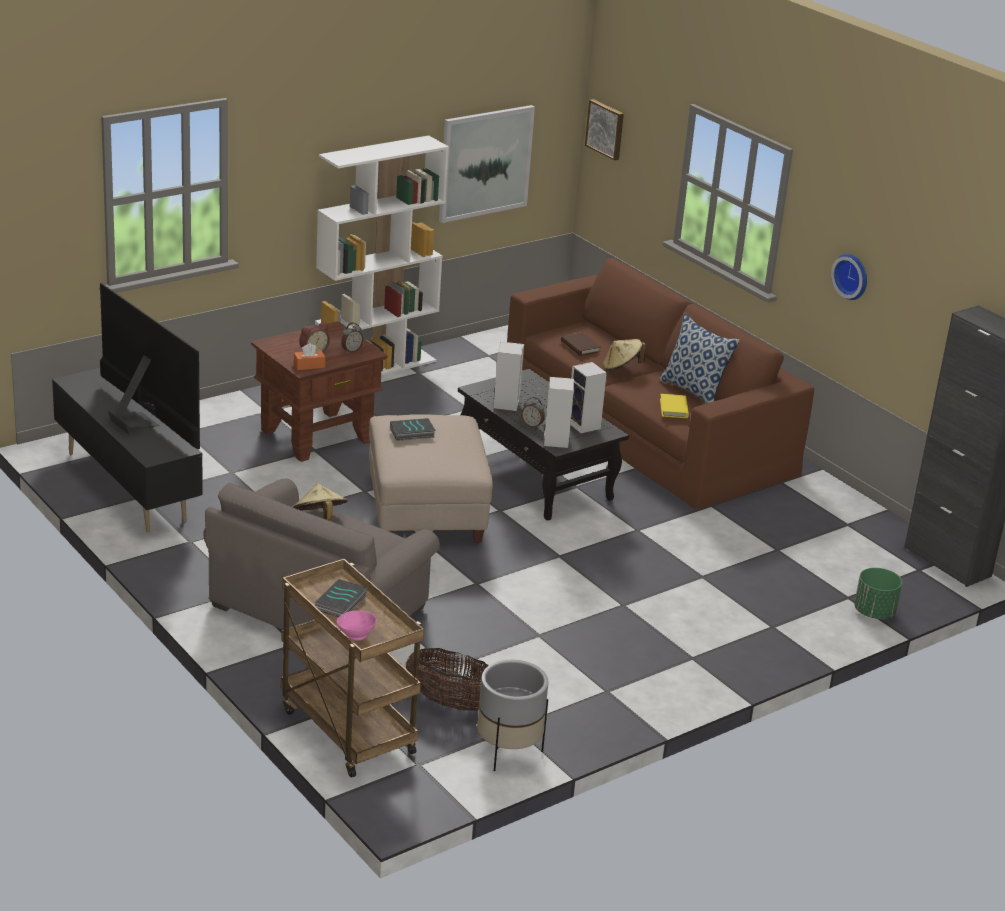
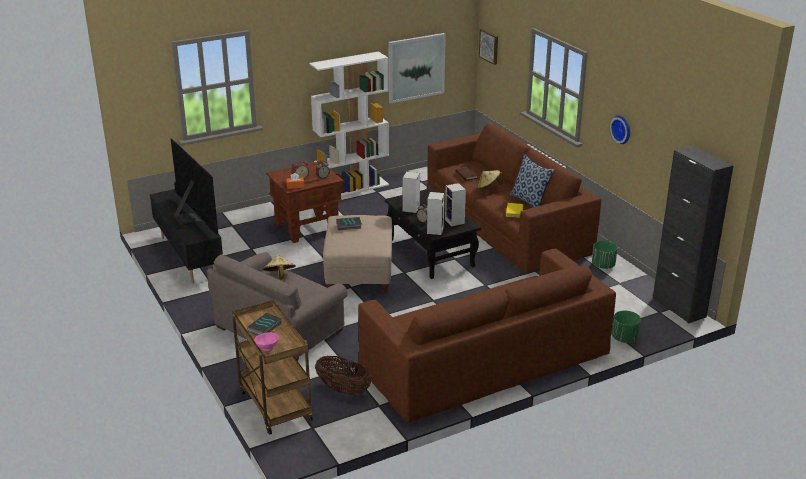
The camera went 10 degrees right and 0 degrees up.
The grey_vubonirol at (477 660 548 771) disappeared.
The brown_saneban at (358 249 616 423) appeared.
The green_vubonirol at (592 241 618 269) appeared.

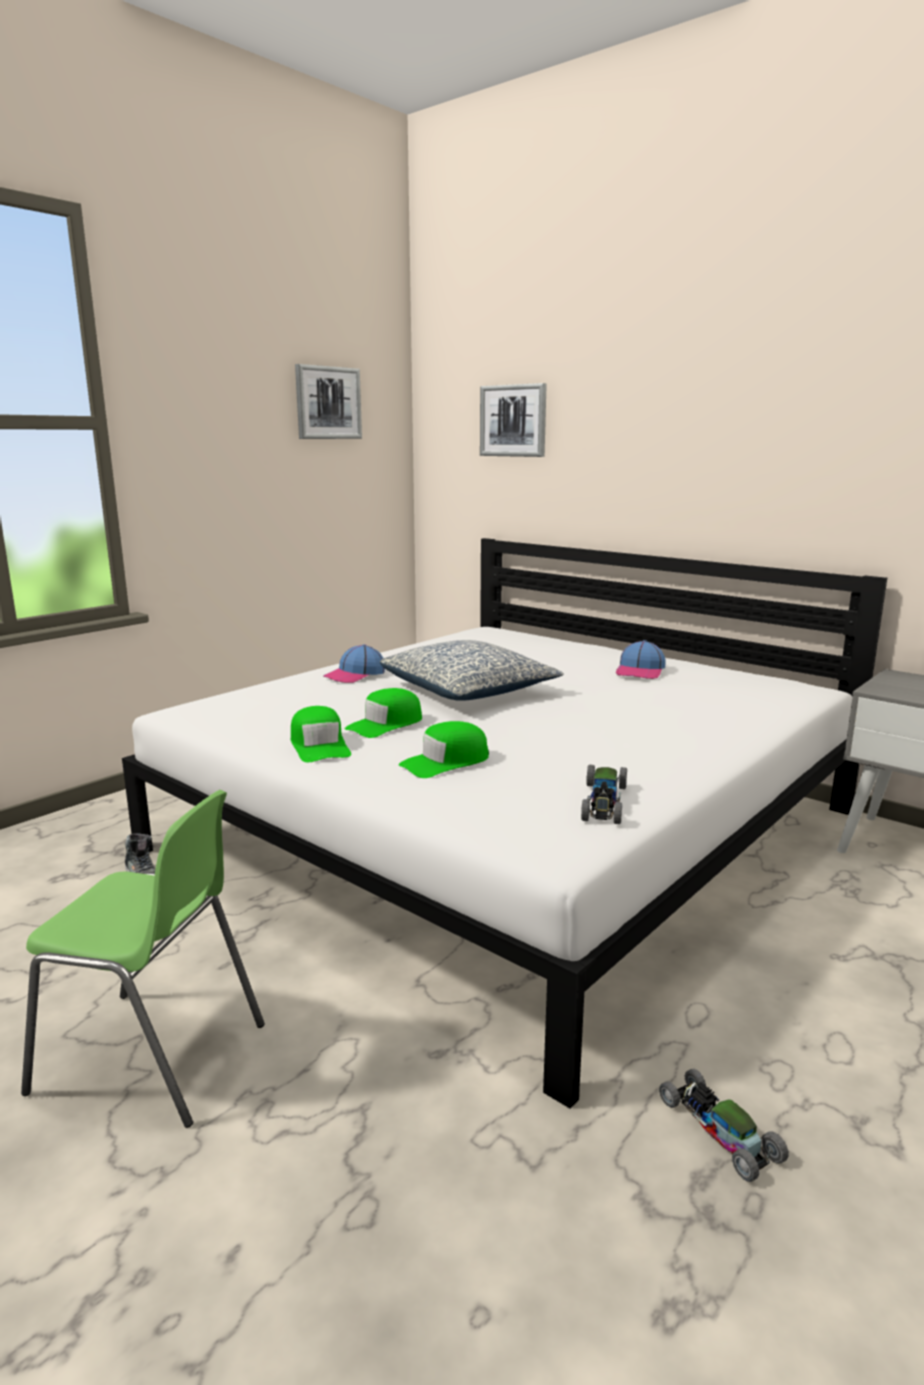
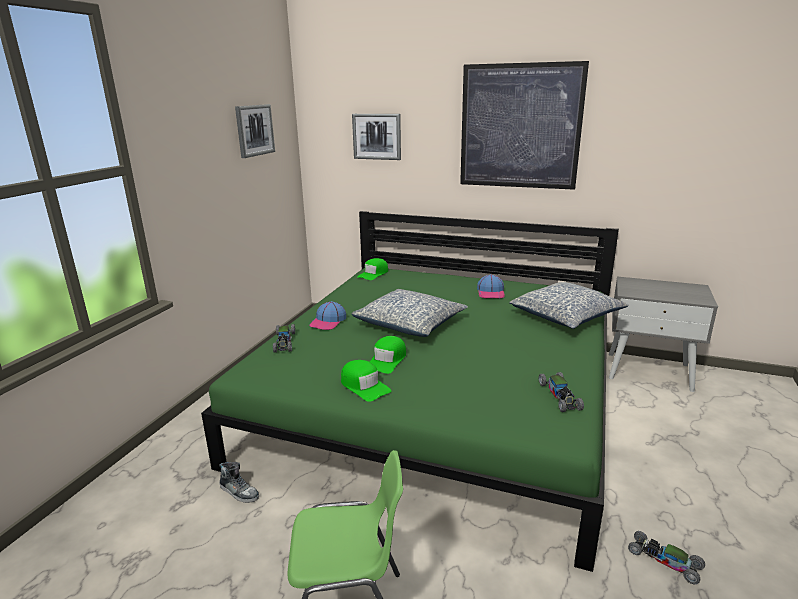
The camera went 20 degrees left and 5 degrees up.
The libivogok at (273 324 295 353) appeared.
The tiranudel at (460 61 589 190) appeared.
The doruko at (509 282 628 329) appeared.
The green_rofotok moved from (399 721 489 778) to (357 258 388 280).
The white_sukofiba at (122 538 887 1109) became the green_sukofiba at (201 211 619 572).

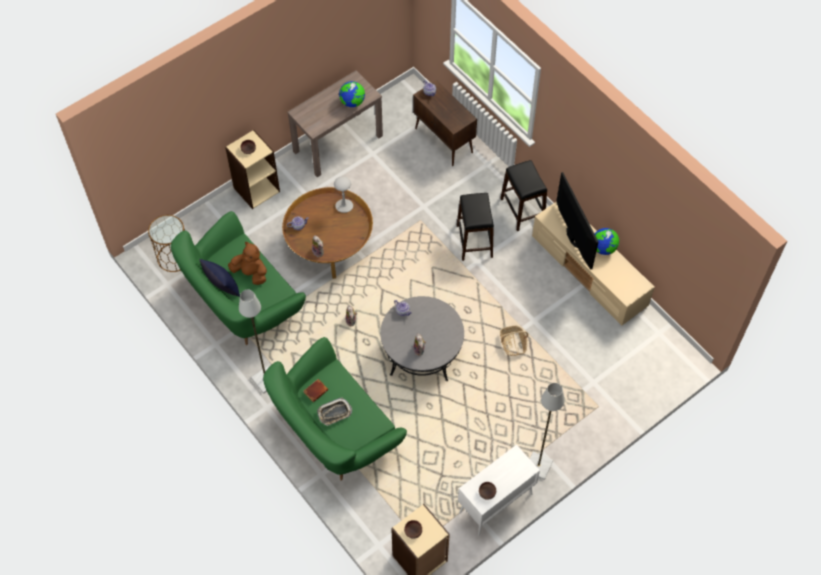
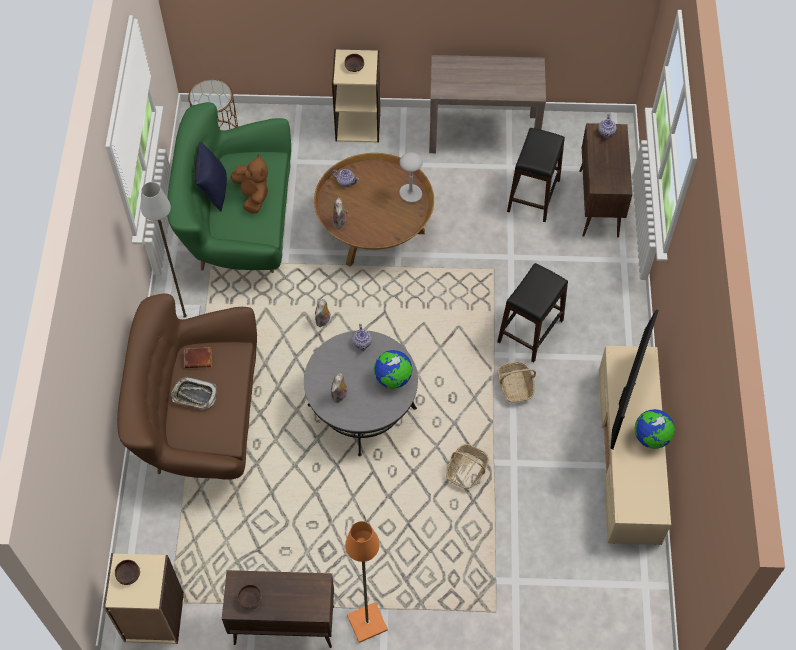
The camera went 40 degrees right and 0 degrees up.
The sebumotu at (498 362 536 403) appeared.
The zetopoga moved from (339 81 365 107) to (374 350 413 389).
The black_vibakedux moved from (500 160 547 231) to (507 128 565 222).
The green_saneban at (263 337 407 481) became the brown_saneban at (117 293 257 479).
The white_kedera at (458 444 540 536) became the brown_kedera at (222 570 334 648).
The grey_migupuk at (530 383 565 480) became the orange_migupuk at (345 521 388 643).

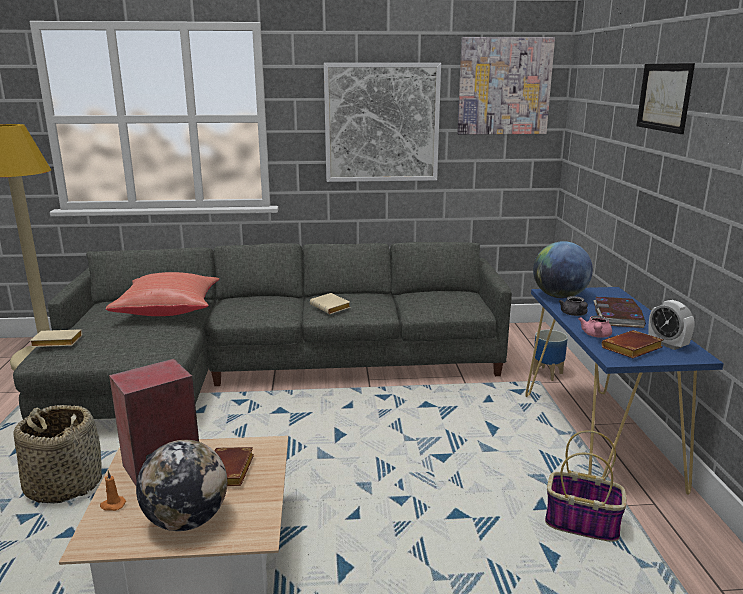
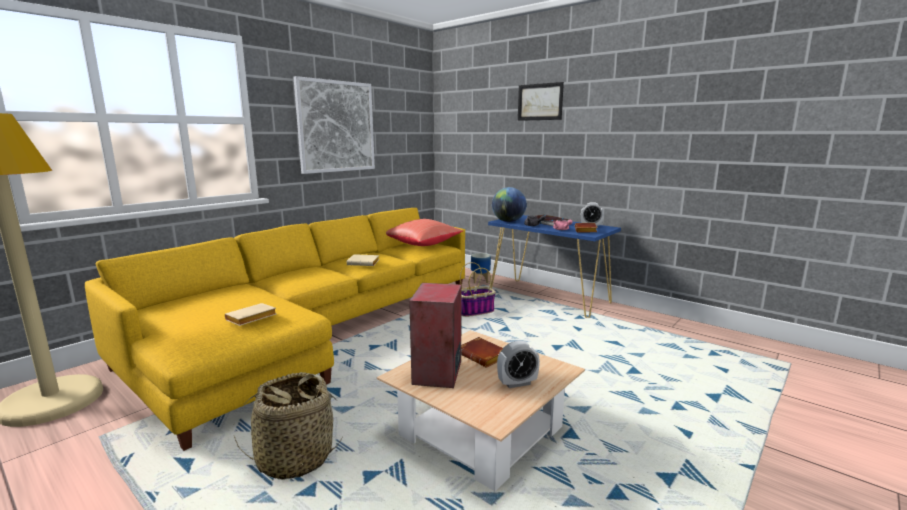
The camera went 45 degrees left and 5 degrees down.
The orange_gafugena at (100 471 126 511) disappeared.
The tiranudel at (457 37 555 135) disappeared.
The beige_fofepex moved from (30 329 82 347) to (225 303 276 326).
The red_doruko moved from (106 272 219 316) to (386 219 463 246).
The sebumotu moved from (545 430 627 542) to (460 262 496 317).
The zetopoga at (136 440 227 531) was replaced by the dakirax at (497 341 540 388).
The grey_saneban at (13 242 512 419) became the yellow_saneban at (85 208 465 451).

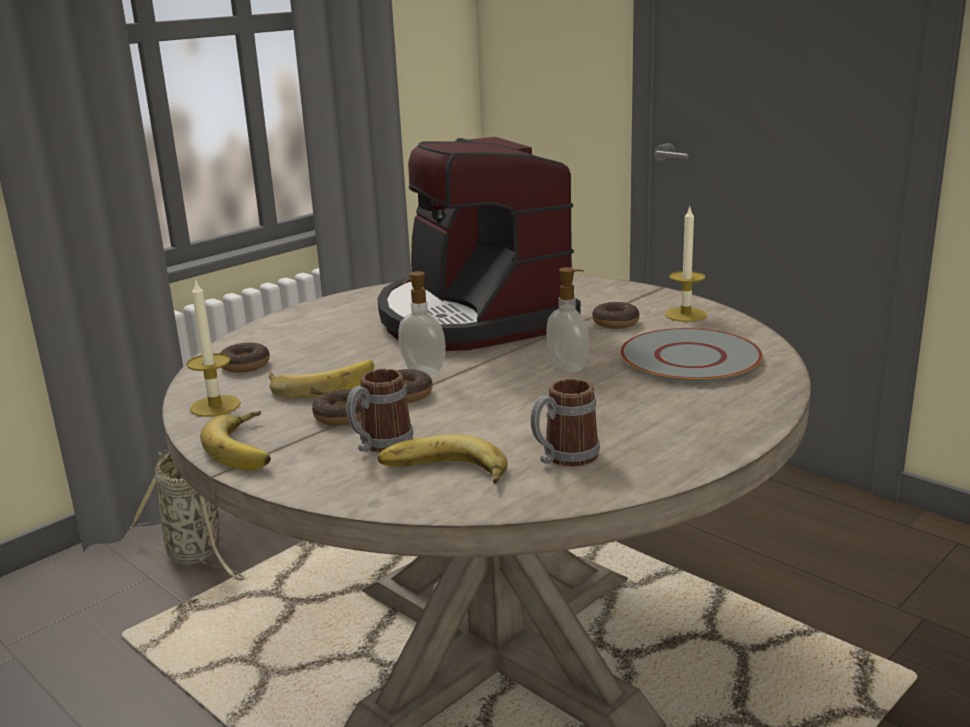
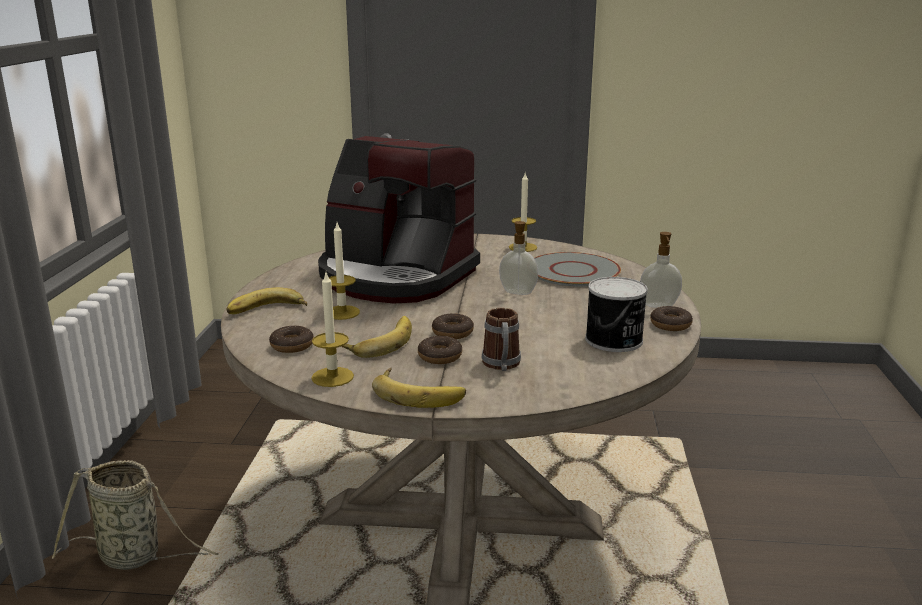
The camera went 40 degrees left and 0 degrees up.
The gafugena at (329 223 360 320) appeared.
The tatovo moved from (378 435 508 484) to (227 287 307 315).
The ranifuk moved from (398 271 446 375) to (640 232 682 308).
The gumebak moved from (592 302 640 329) to (650 306 693 331).
The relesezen at (531 378 600 467) was replaced by the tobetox at (585 277 648 352).

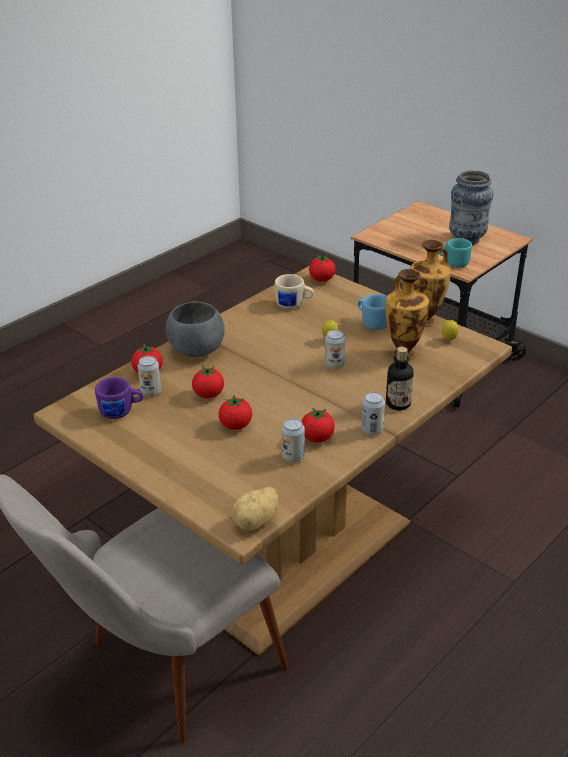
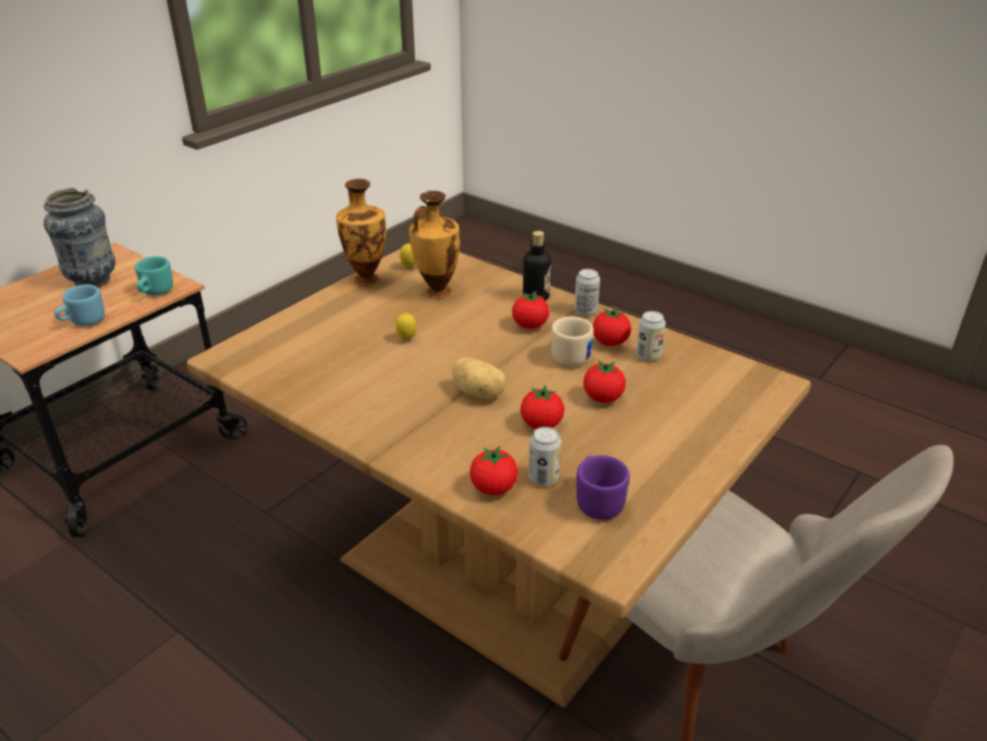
The camera went 95 degrees left and 0 degrees up.
The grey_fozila at (166 301 225 357) disappeared.
The tobetox at (325 330 345 369) disappeared.
The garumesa moved from (232 487 279 531) to (452 358 507 399).
The beige_relesezen moved from (275 274 314 309) to (551 317 593 366).
The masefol moved from (309 255 335 282) to (512 291 549 329).
The blue_relesezen moved from (358 294 388 330) to (54 285 105 326).

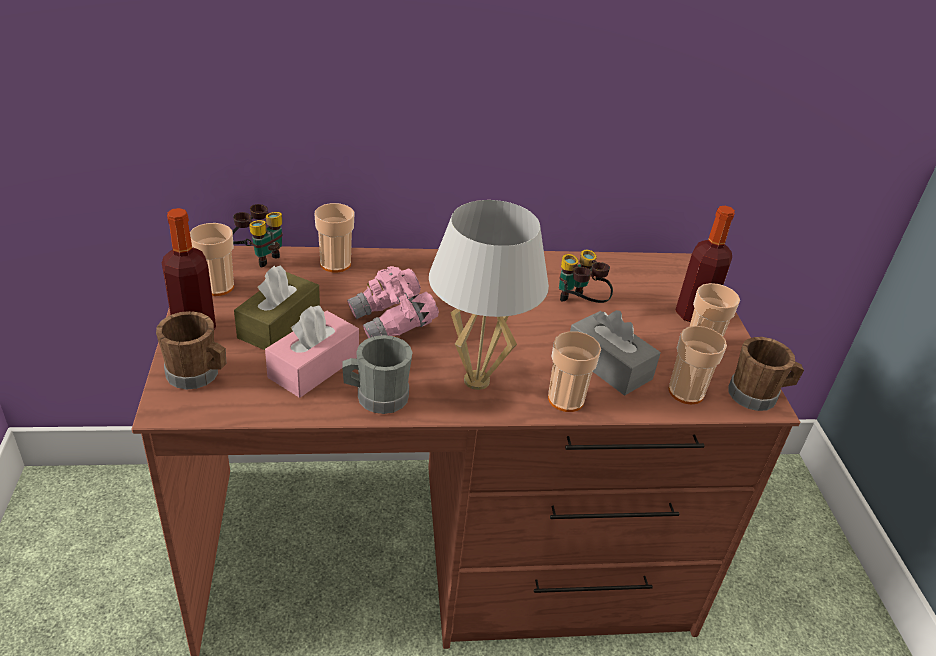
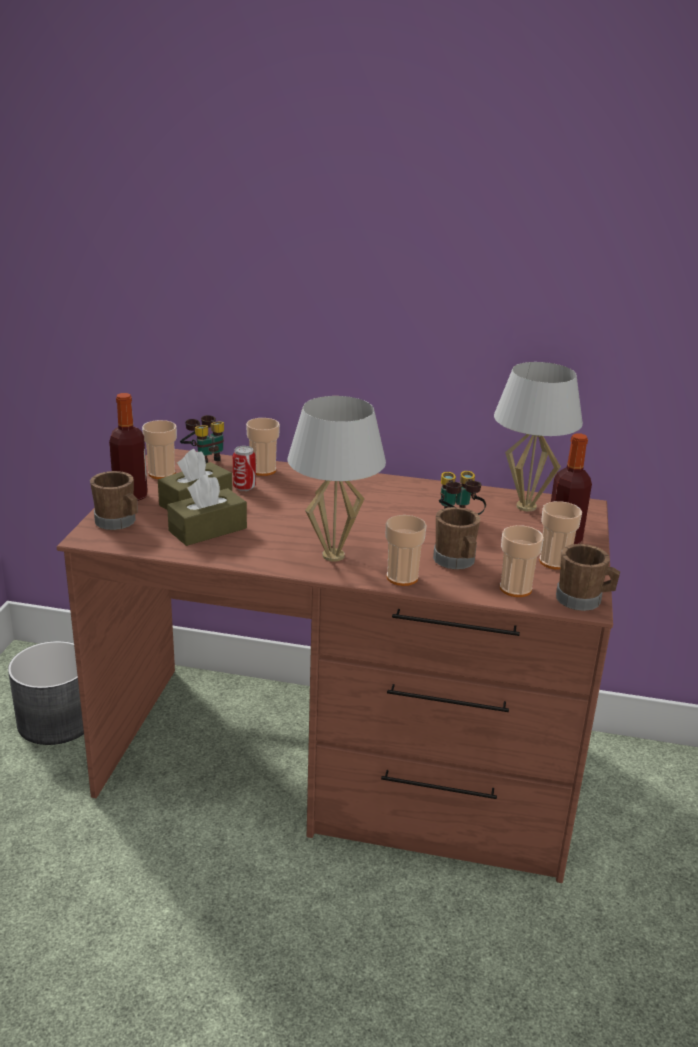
The camera went 20 degrees right and 10 degrees down.
The grey_relesezen at (342 335 413 414) disappeared.
The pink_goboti at (347 266 439 338) disappeared.
The grey_vubonirol at (8 641 84 745) appeared.
The tobetox at (233 446 256 491) appeared.
The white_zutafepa at (494 362 583 511) appeared.
The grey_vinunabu at (570 310 660 395) was replaced by the brown_relesezen at (433 507 481 570).
The pink_vinunabu at (265 306 359 398) became the brown_vinunabu at (167 474 247 546).

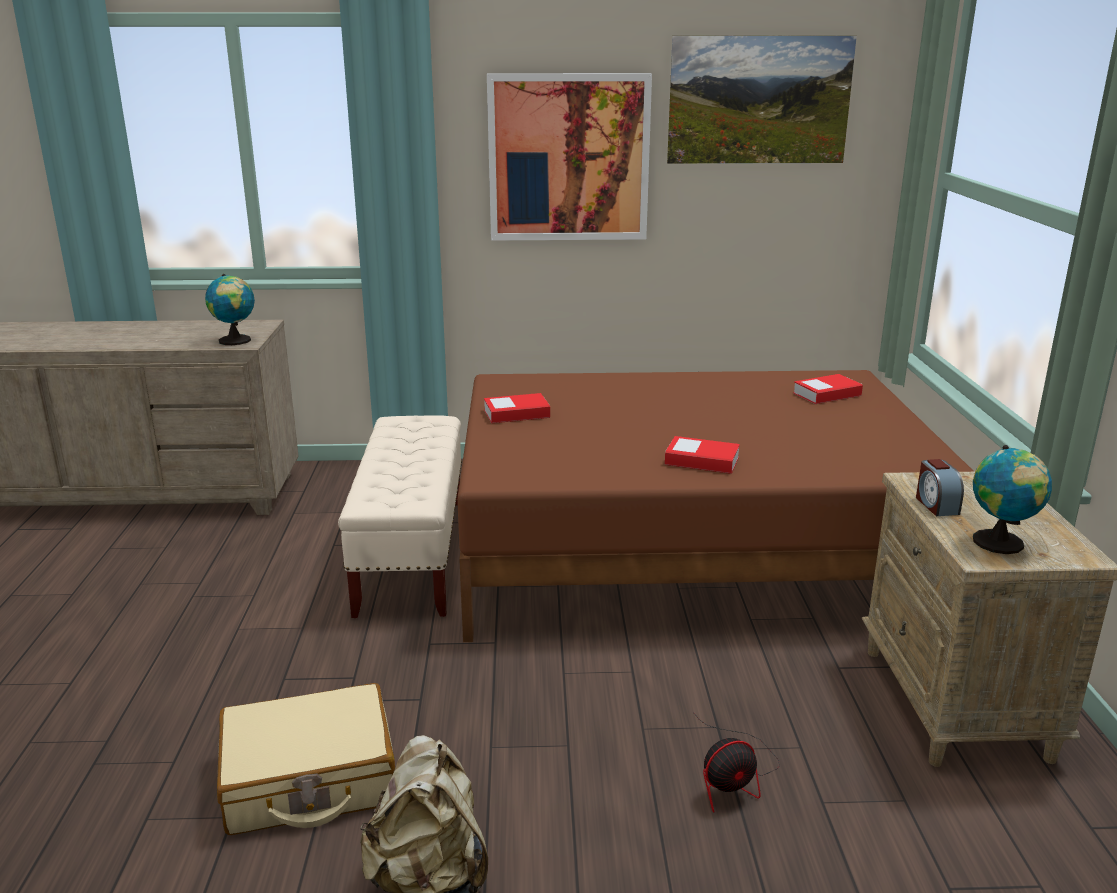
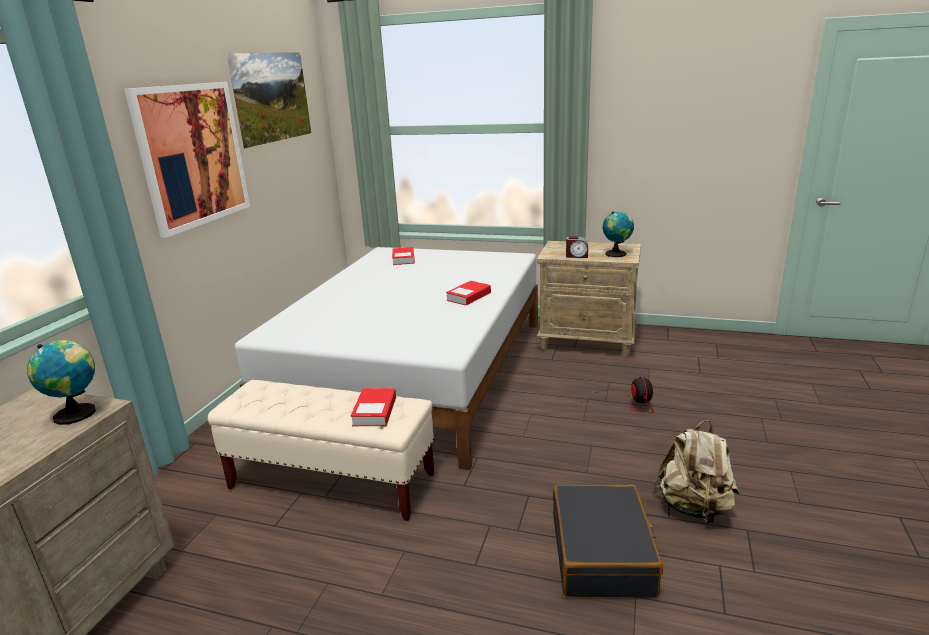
The camera went 70 degrees left and 0 degrees up.
The fofepex moved from (484 393 550 423) to (351 388 396 426).
The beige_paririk at (217 683 395 835) became the black_paririk at (553 485 663 598).
The brown_sukofiba at (457 370 974 642) became the white_sukofiba at (235 247 538 470).

